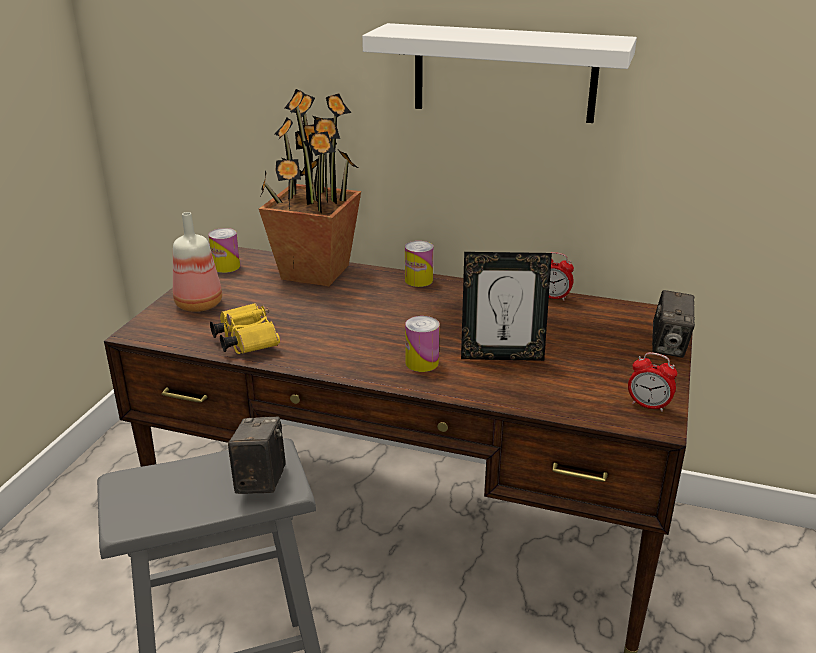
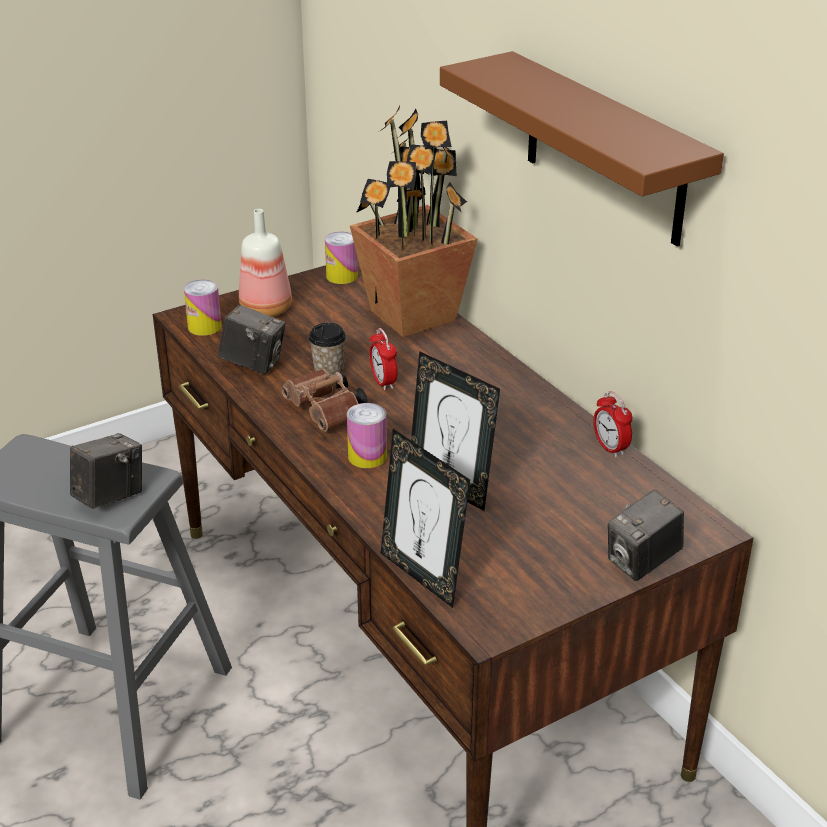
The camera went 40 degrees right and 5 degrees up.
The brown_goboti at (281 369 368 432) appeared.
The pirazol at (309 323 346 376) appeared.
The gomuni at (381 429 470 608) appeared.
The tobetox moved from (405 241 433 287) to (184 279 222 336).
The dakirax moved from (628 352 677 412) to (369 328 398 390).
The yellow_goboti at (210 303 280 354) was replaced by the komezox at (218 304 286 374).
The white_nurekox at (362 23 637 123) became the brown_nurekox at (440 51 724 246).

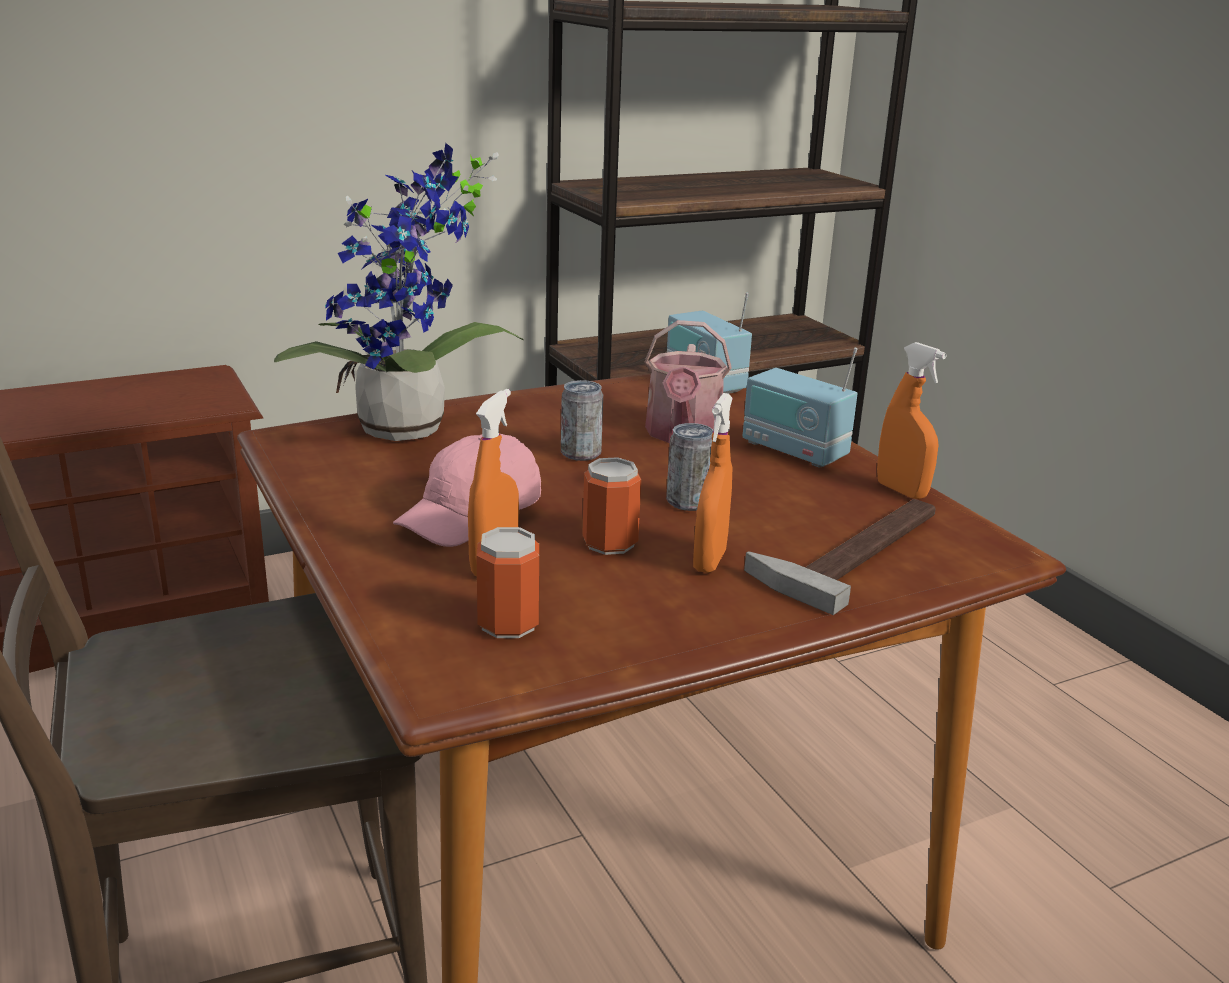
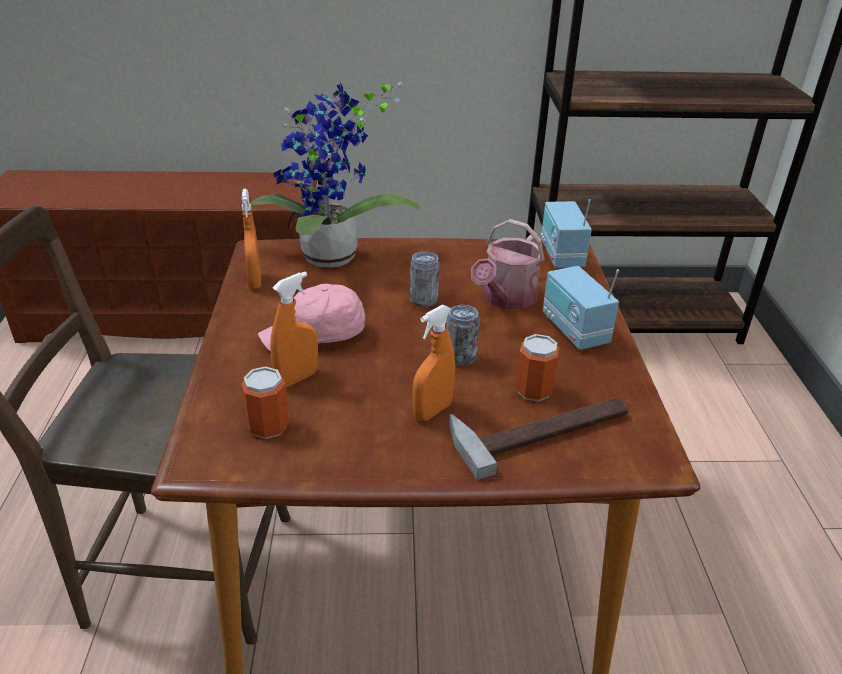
The camera went 25 degrees right and 10 degrees up.
The tobetox moved from (582 457 641 555) to (515 334 559 402).
The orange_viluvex moved from (877 342 947 499) to (242 189 261 289).

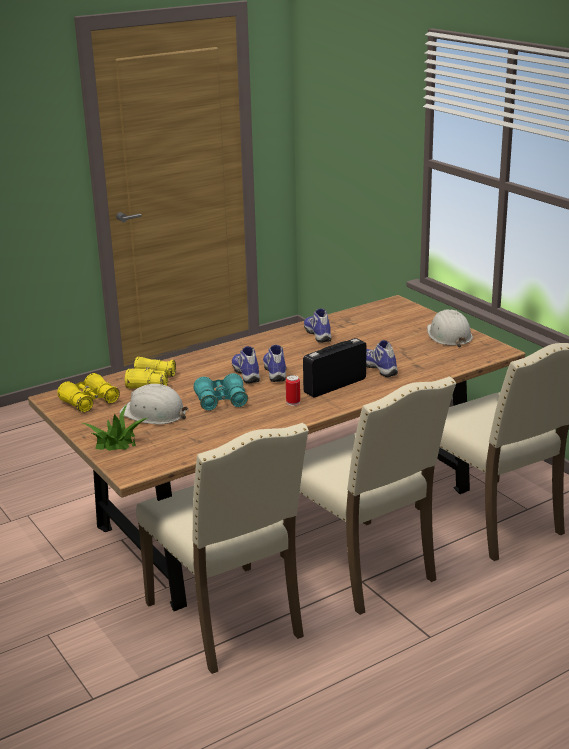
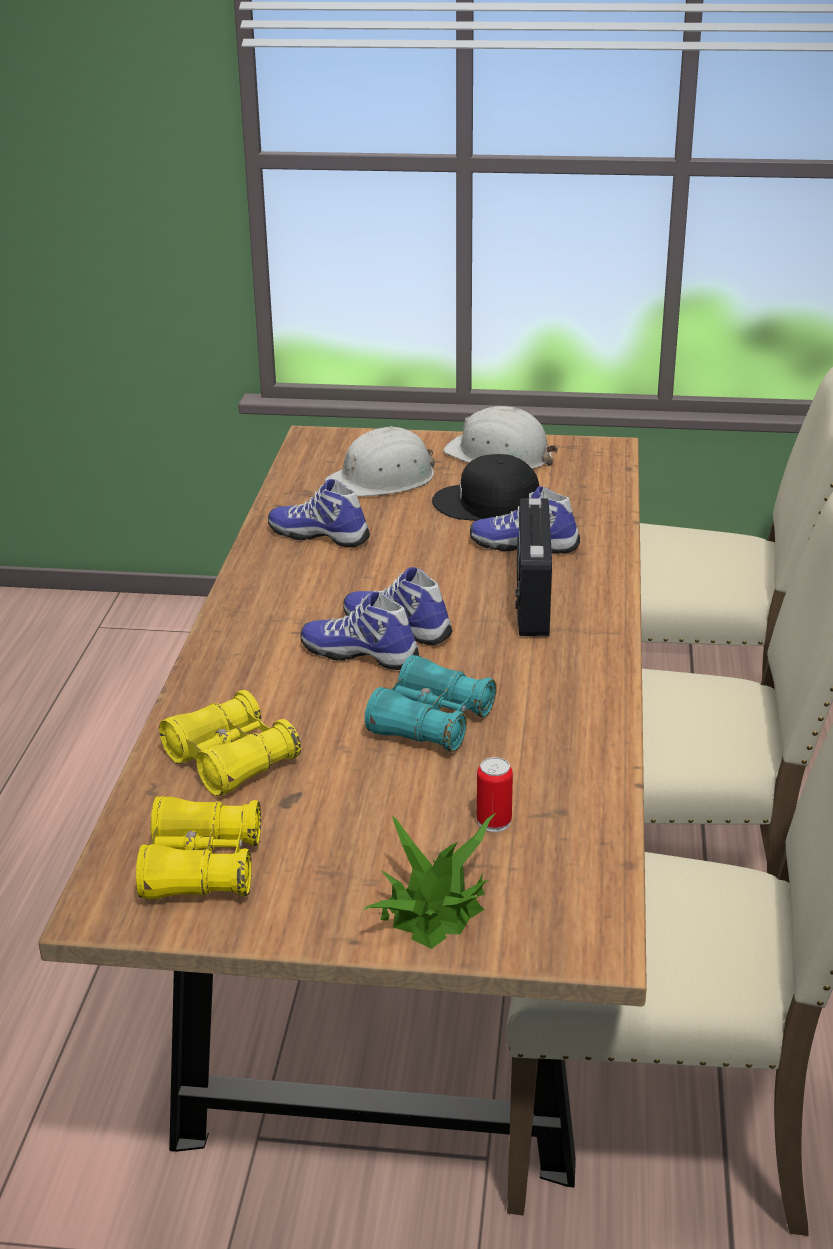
The camera went 50 degrees left and 5 degrees up.
The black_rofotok at (432 454 539 521) appeared.
The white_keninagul moved from (119 384 189 425) to (325 426 435 497).
The tobetox moved from (286 375 300 406) to (477 757 513 832).

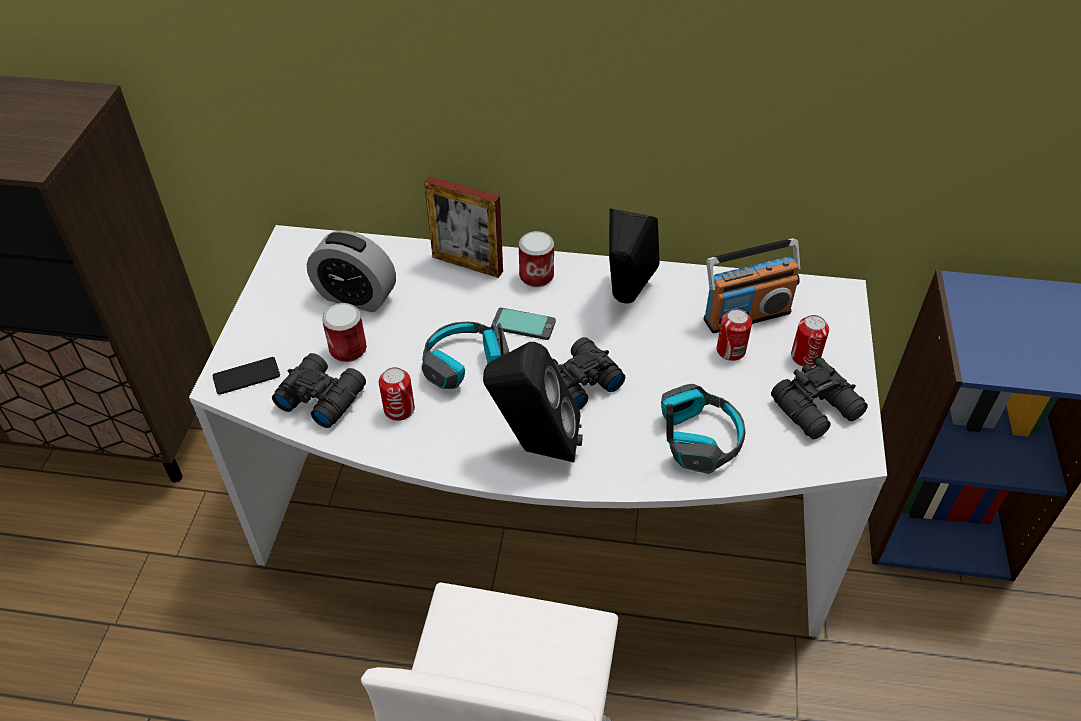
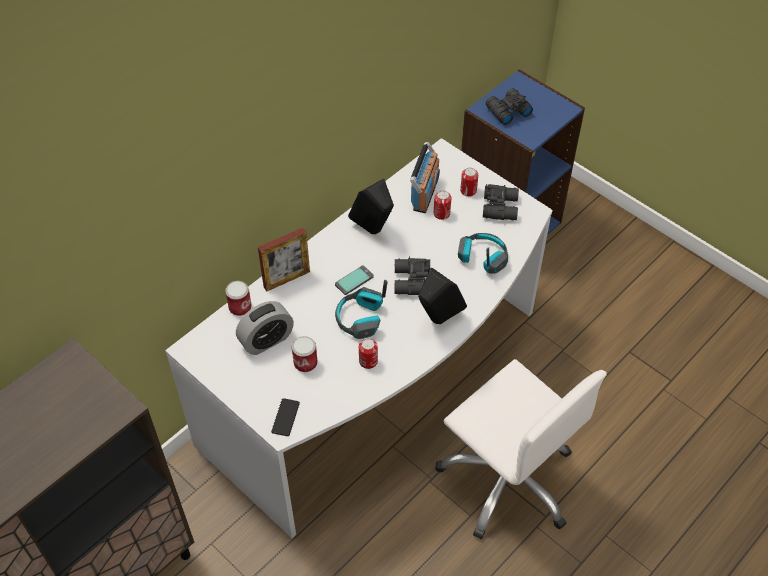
The camera went 55 degrees left and 5 degrees up.
The black_goboti moved from (272 353 366 428) to (486 88 533 125).
The tobetox moved from (519 231 554 287) to (225 281 252 316).

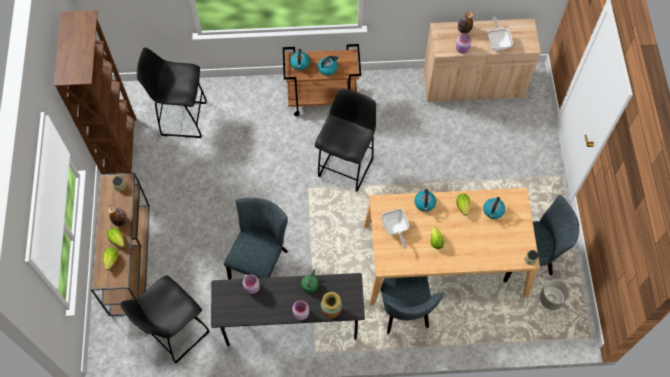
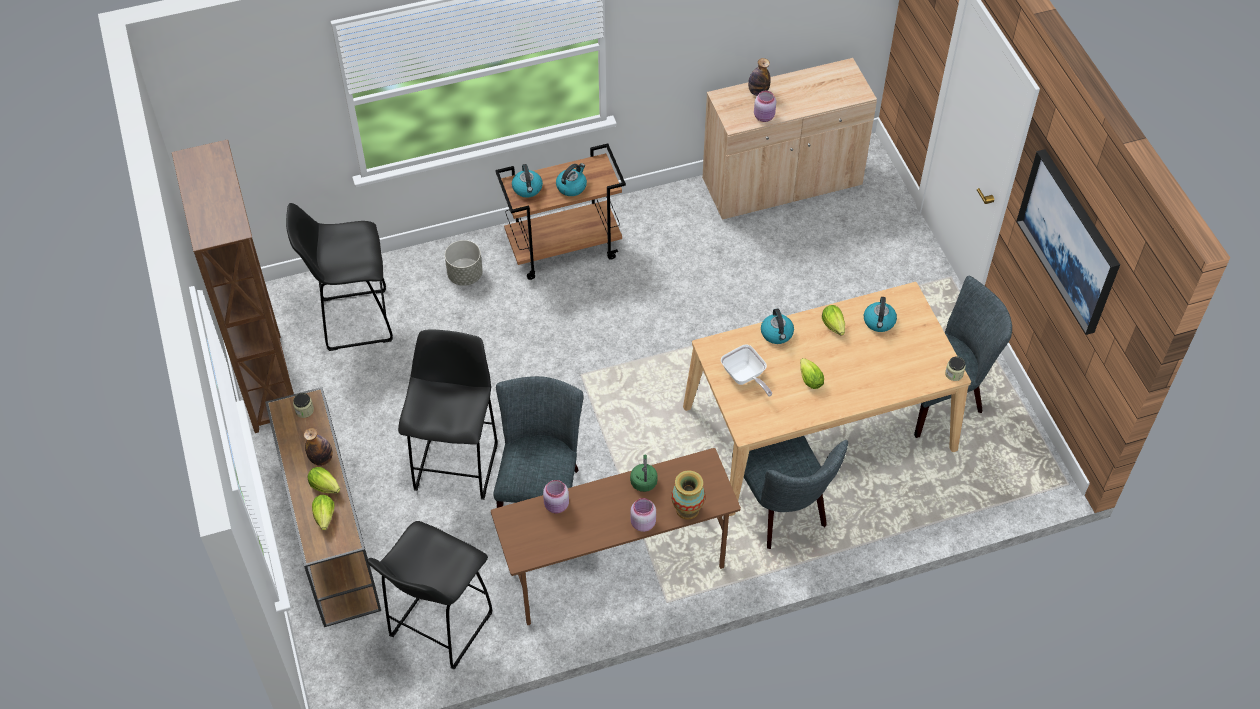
The camera went 15 degrees left and 10 degrees down.
The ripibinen at (488 16 513 50) disappeared.
The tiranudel at (1016 149 1120 335) appeared.
The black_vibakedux moved from (315 89 376 192) to (398 329 498 500).
The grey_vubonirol moved from (540 280 569 310) to (445 240 483 286).
The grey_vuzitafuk at (211 273 365 346) became the brown_vuzitafuk at (491 448 741 625).

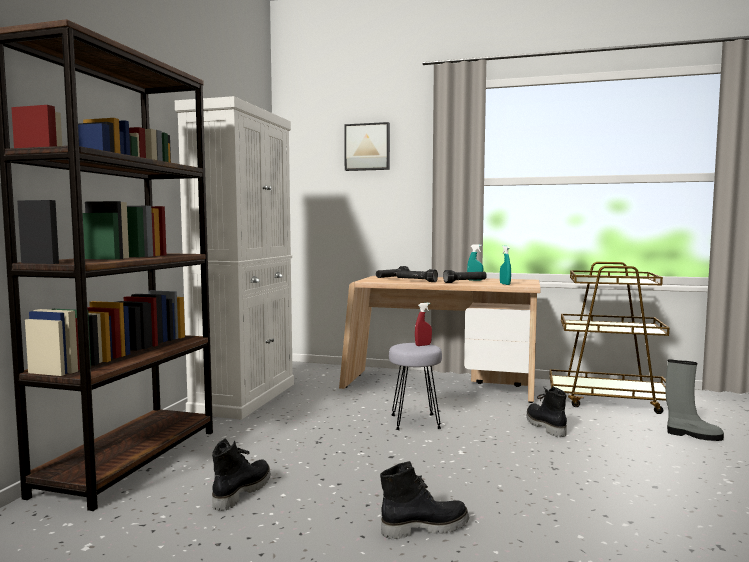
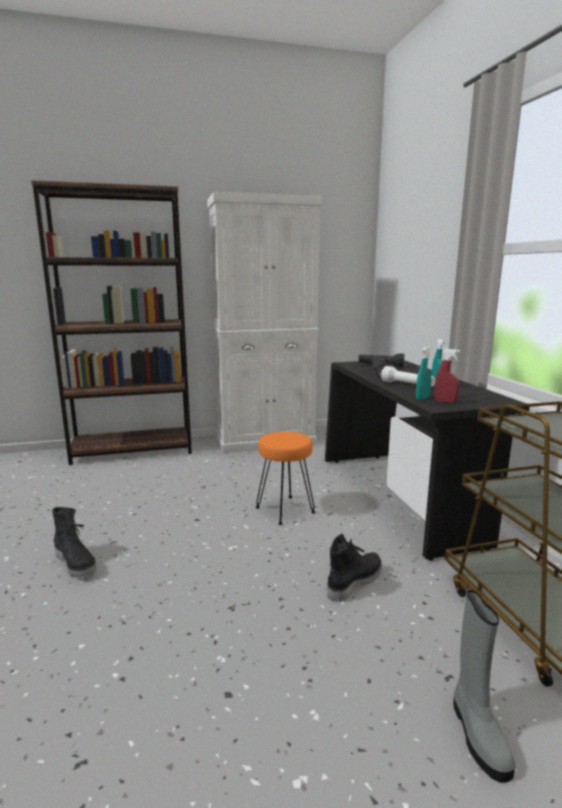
The camera went 60 degrees right and 10 degrees up.
The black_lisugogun at (212 438 271 511) disappeared.
The tiranudel at (344 122 390 171) disappeared.
The red_viluvex moved from (415 303 432 346) to (435 349 460 403).
The beige_vuzitafuk at (339 276 541 403) became the black_vuzitafuk at (325 360 530 560).
The grey_vibakedux at (389 343 442 430) became the orange_vibakedux at (256 431 315 525).
The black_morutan at (443 270 487 283) became the white_morutan at (381 366 436 387).

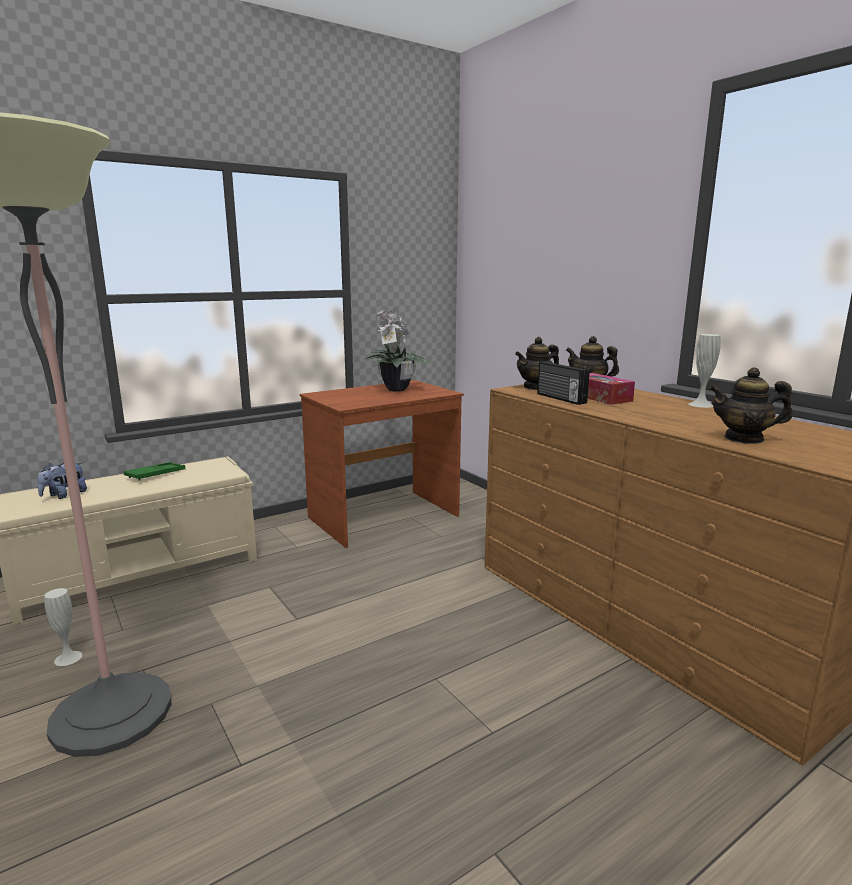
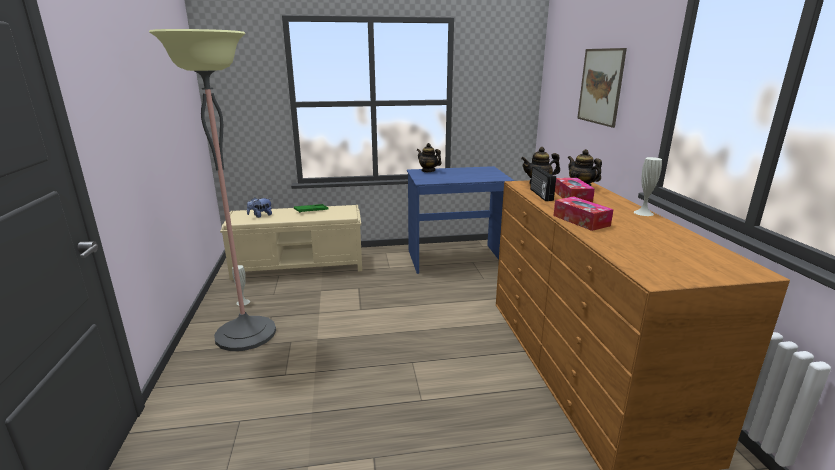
The camera went 25 degrees right and 5 degrees up.
The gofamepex at (363 308 430 392) disappeared.
The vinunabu at (554 196 614 231) appeared.
The tiranudel at (577 48 627 128) appeared.
The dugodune moved from (709 367 793 444) to (417 143 442 172).
The brown_vuzitafuk at (299 380 464 548) became the blue_vuzitafuk at (407 166 514 274).

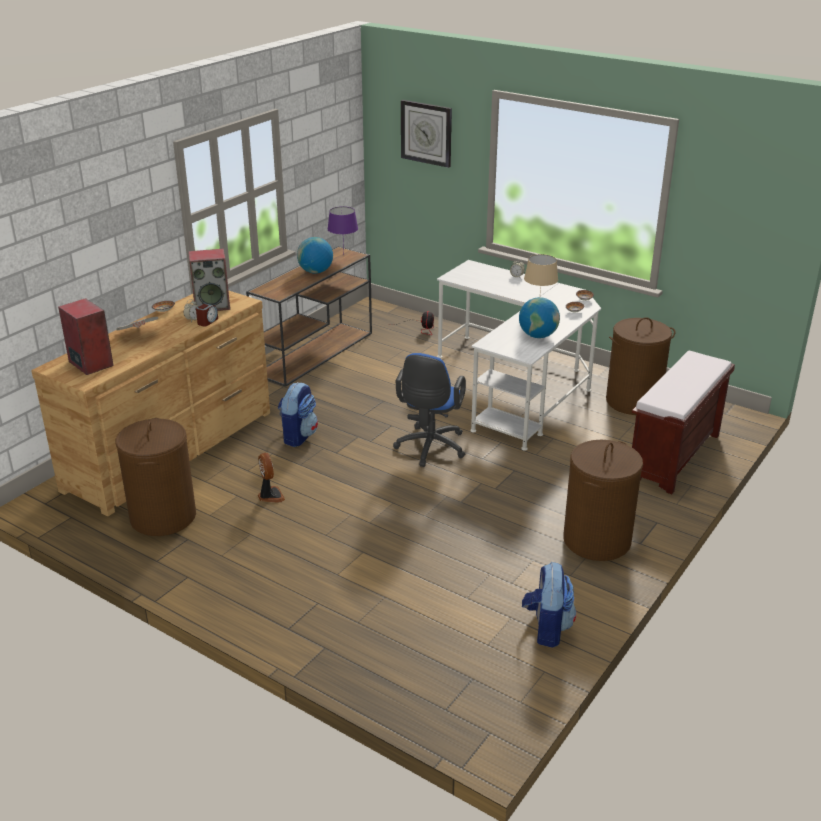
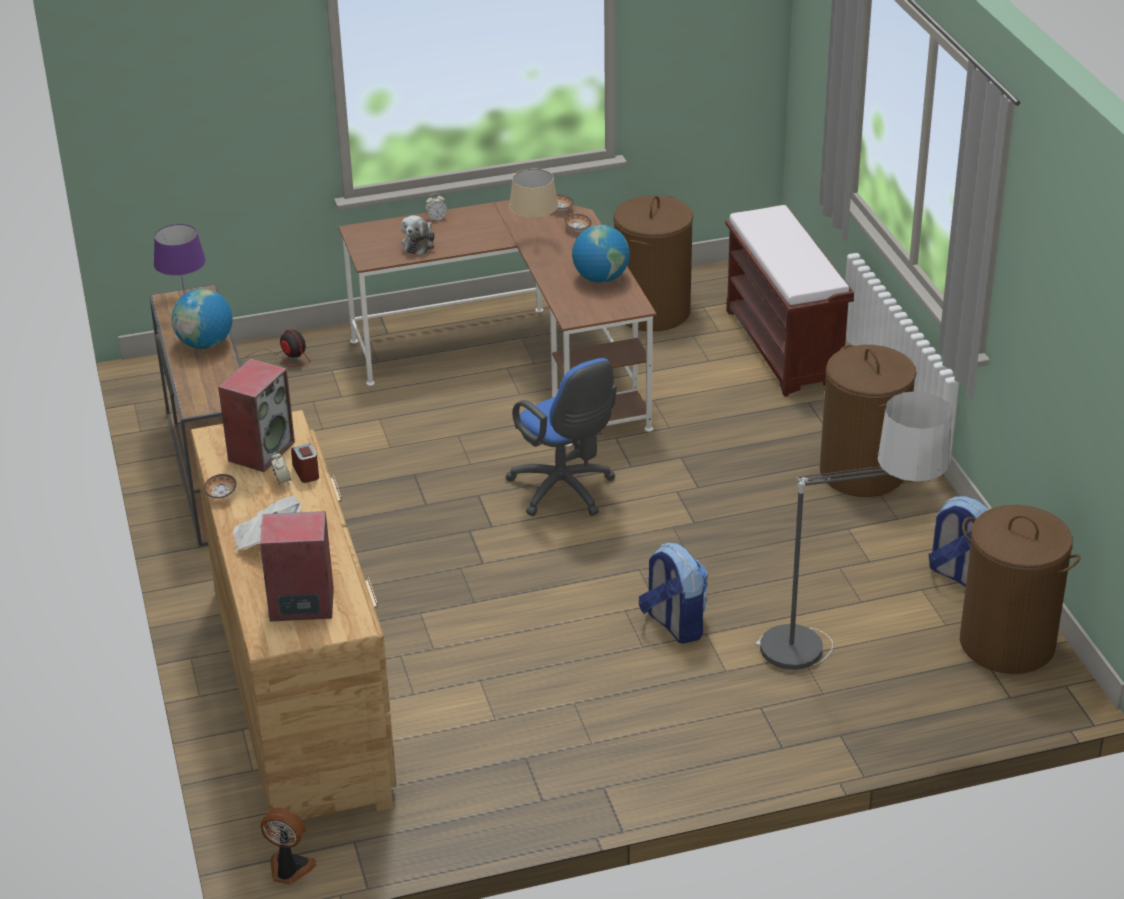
The camera went 50 degrees left and 5 degrees up.
The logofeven at (401 100 452 168) disappeared.
The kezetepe at (401 215 435 255) appeared.
The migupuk at (755 391 952 671) appeared.
The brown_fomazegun moved from (115 418 196 536) to (960 505 1081 674).
The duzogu moved from (258 453 285 503) to (261 808 317 885).
The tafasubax moved from (278 382 318 447) to (639 543 708 644).
The white_vuzitafuk at (437 260 601 451) became the brown_vuzitafuk at (339 200 656 446).

